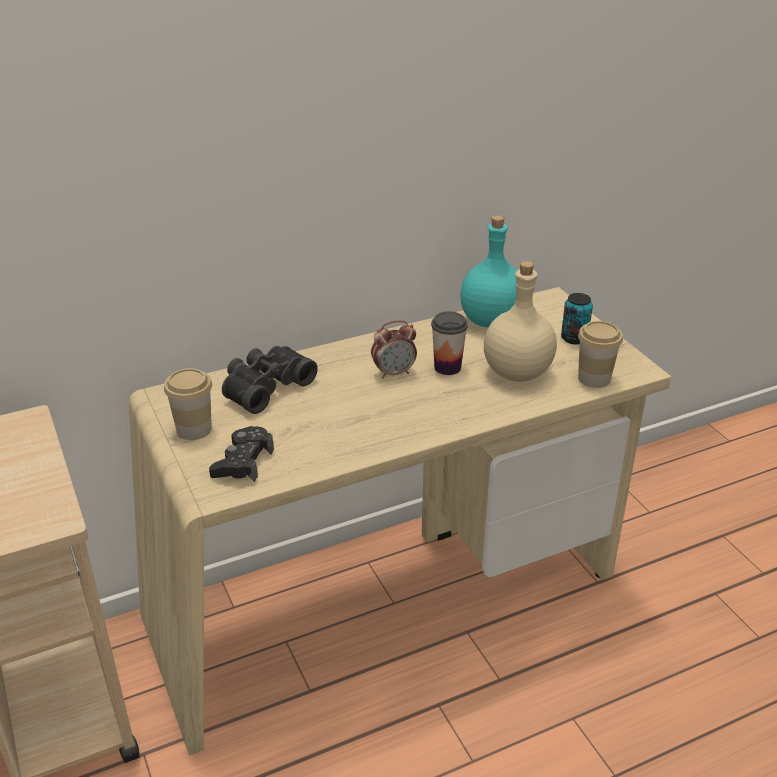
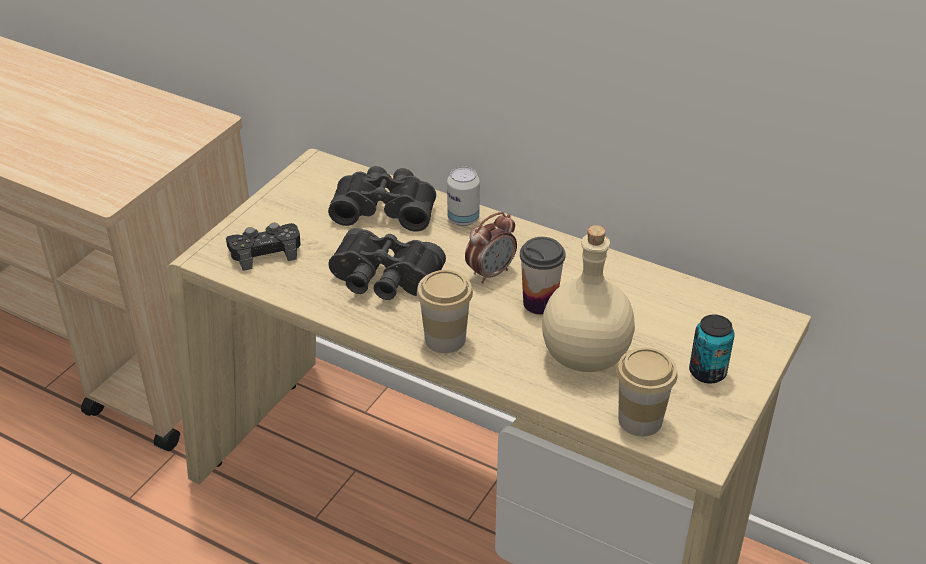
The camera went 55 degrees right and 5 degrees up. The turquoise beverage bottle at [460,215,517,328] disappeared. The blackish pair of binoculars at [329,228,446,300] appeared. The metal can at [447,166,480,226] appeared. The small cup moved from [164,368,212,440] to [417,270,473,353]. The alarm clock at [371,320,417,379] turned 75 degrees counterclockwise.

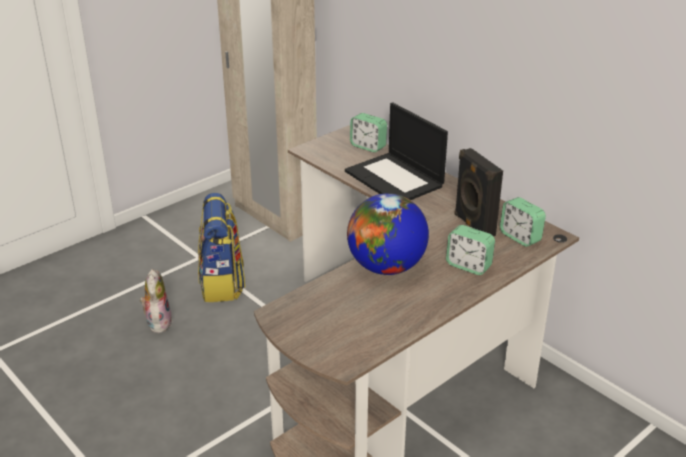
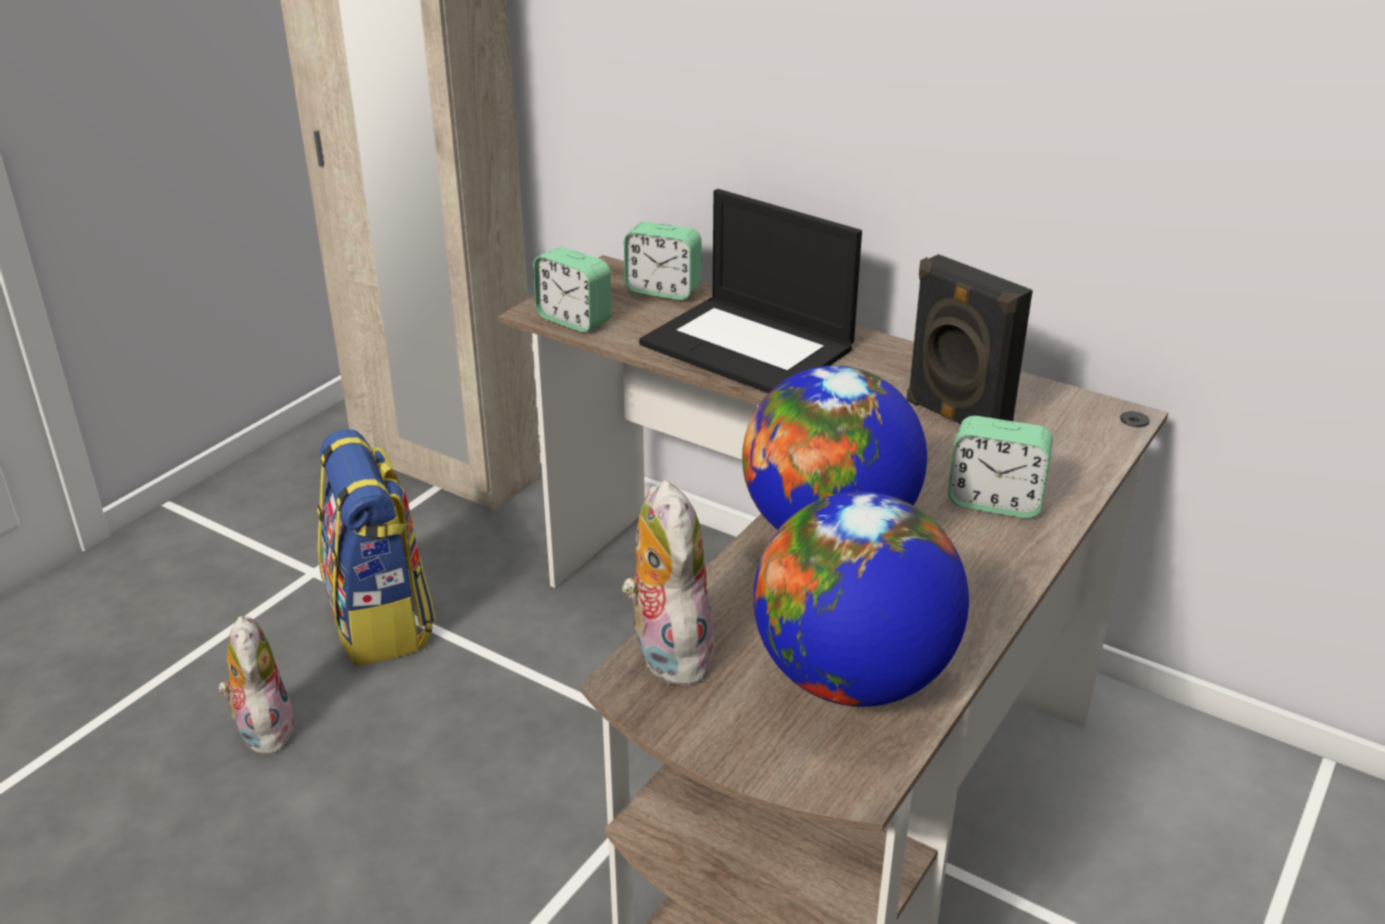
The camera went 15 degrees left and 0 degrees up. The soft toy at [621,480,715,686] appeared. The world globe at [753,492,969,707] appeared. The alarm clock moved from [500,197,546,247] to [533,247,611,333].

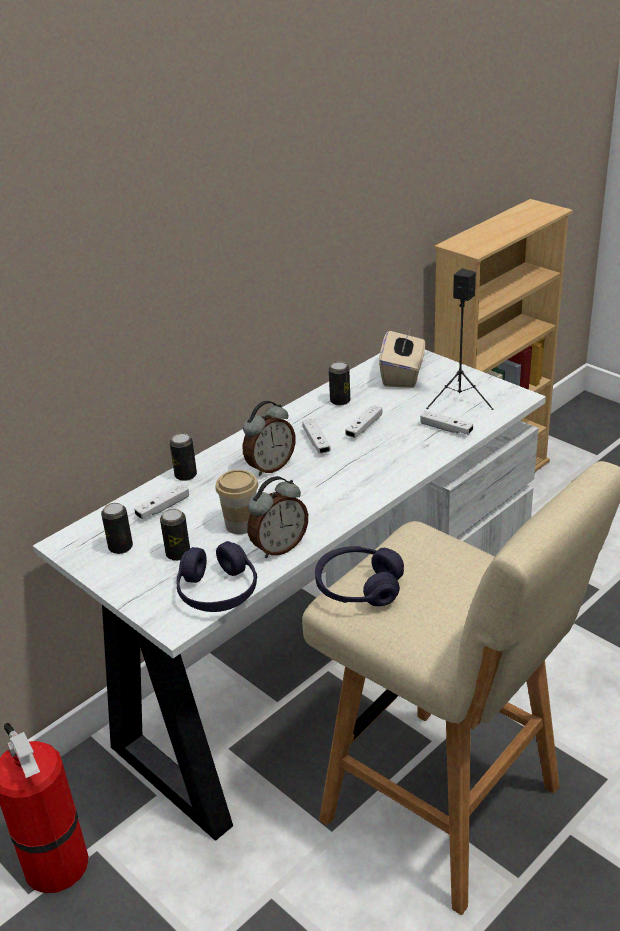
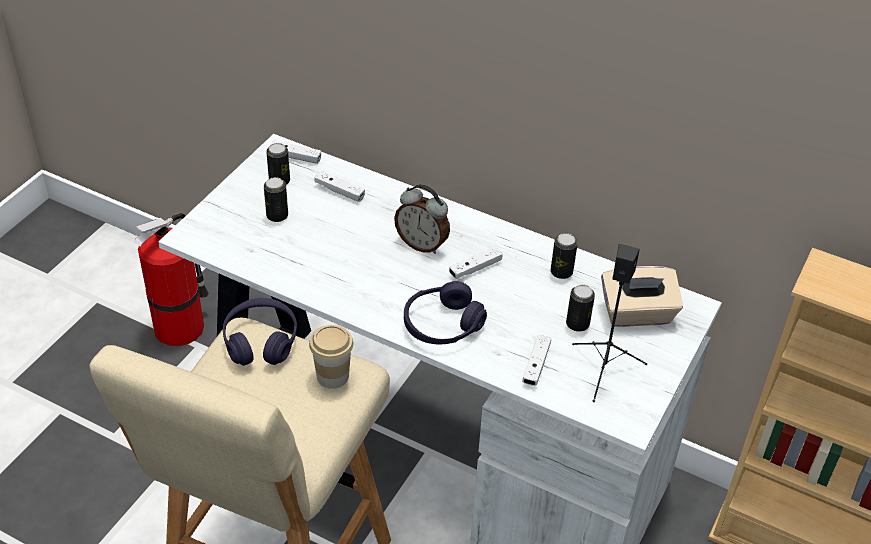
The camera went 70 degrees right and 10 degrees up. The alarm clock at [247,476,308,558] disappeared. The metal can moved from [170,433,197,481] to [566,285,595,332]. The purplish headset moved from [176,541,257,612] to [404,281,487,344]. The small cup moved from [216,469,258,534] to [309,325,353,389]. The white-coloured joypad moved from [345,405,382,438] to [271,141,321,164].

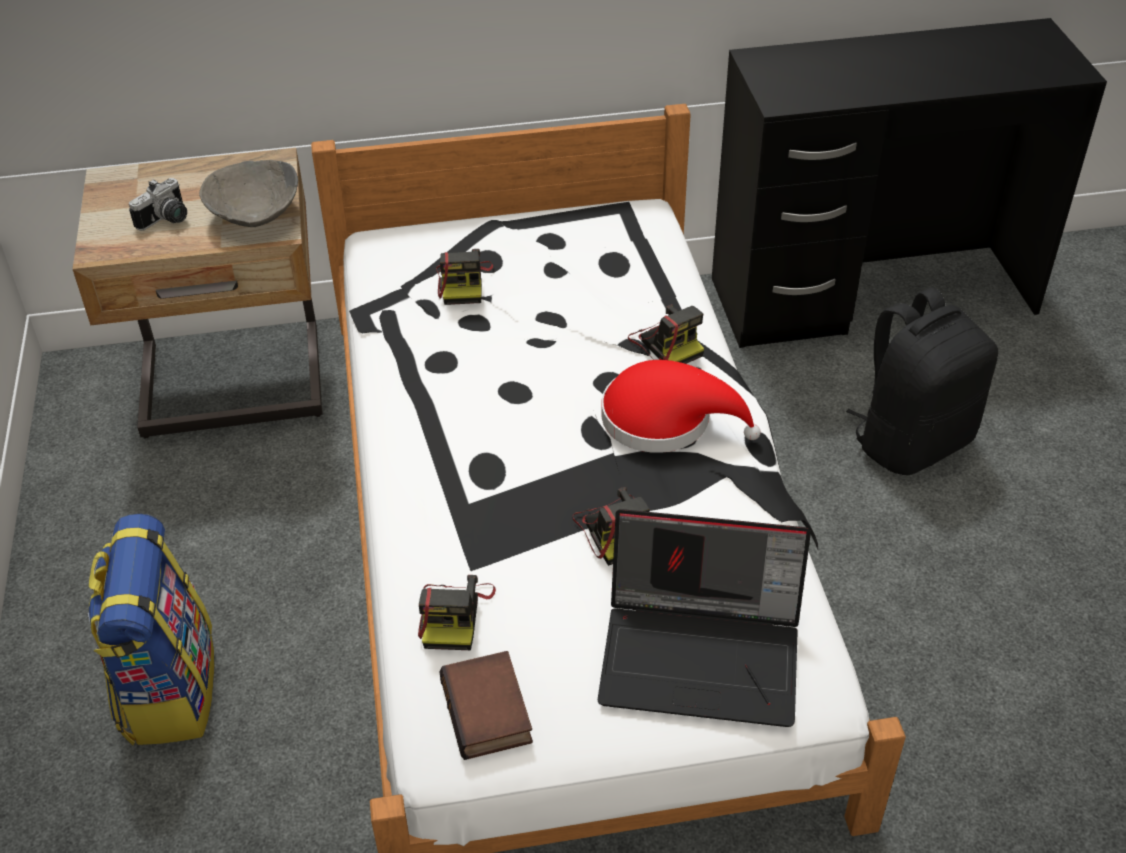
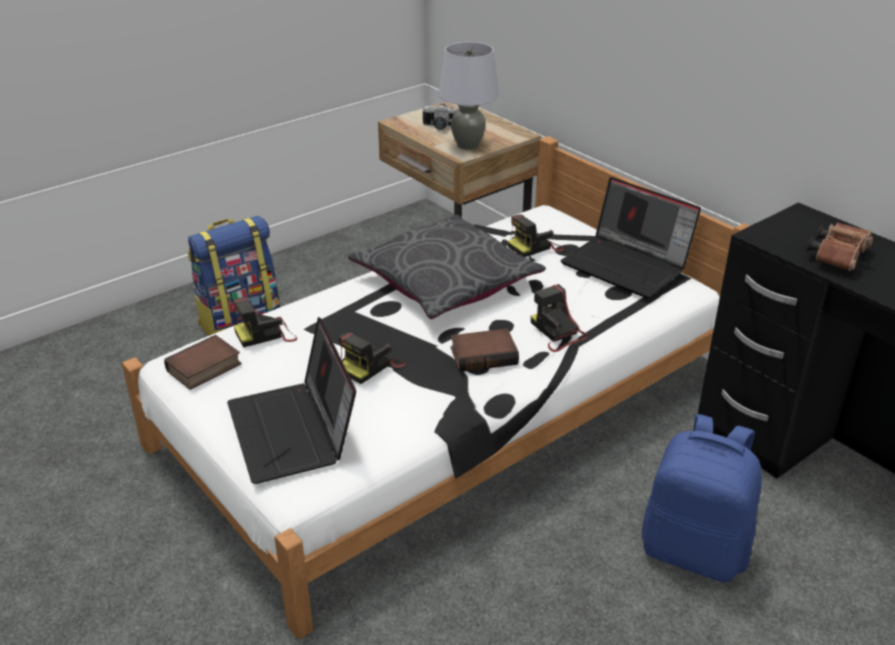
The camera went 60 degrees right and 10 degrees down. The grey throw pillow at [348,215,546,319] appeared. The notebook computer at [560,177,701,298] appeared. The brown pair of binoculars at [806,223,873,271] appeared. The grey serving bowl at [199,160,298,227] was replaced by the grey tabletop lamp at [439,42,499,150]. The red-coloured clothing hat at [602,360,761,453] was replaced by the volume at [451,329,519,372]. The blackish backpack at [846,287,998,475] became the blue backpack at [642,414,762,583]. The still camera at [628,304,704,364] turned 120 degrees clockwise.

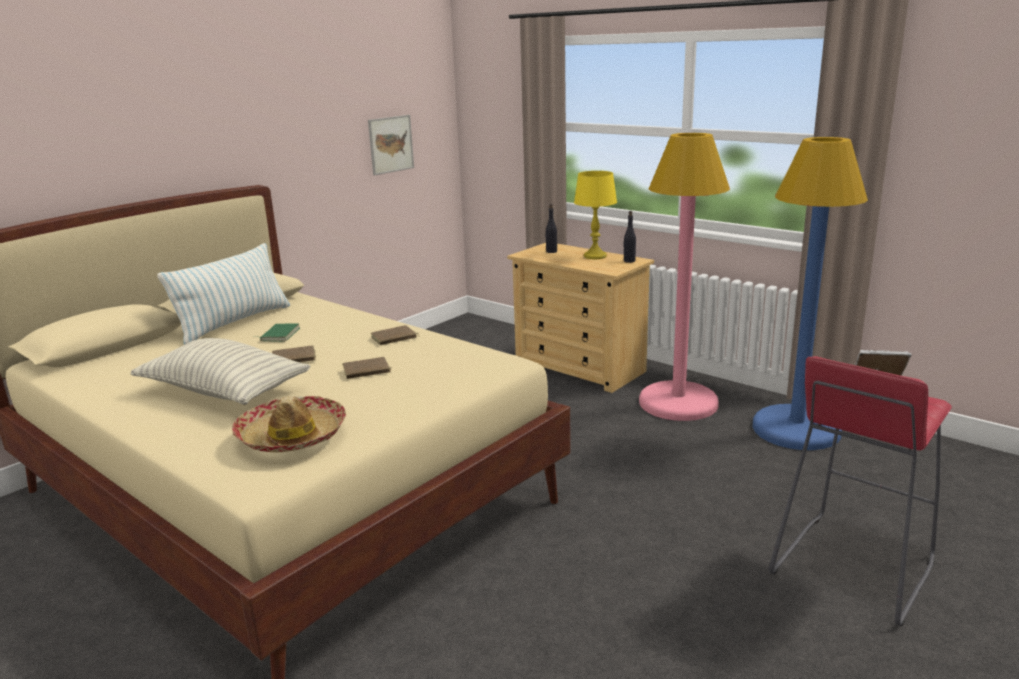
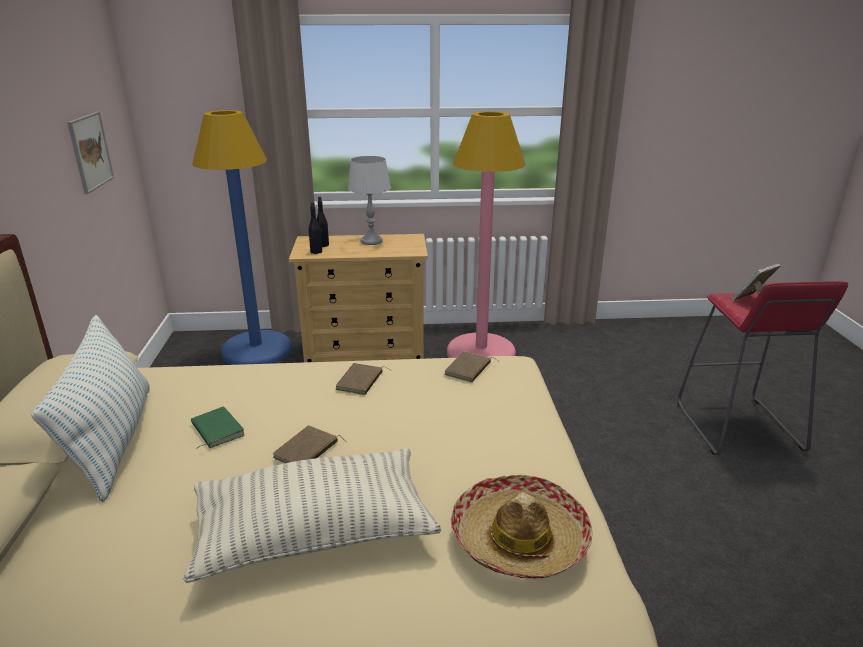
The camera went 45 degrees left and 5 degrees up. The brown volume moved from [342,357,392,379] to [444,351,500,382]. The blackish beverage bottle moved from [624,211,636,263] to [309,202,322,254]. The blue standard lamp moved from [753,137,868,450] to [192,110,292,365]. The yellow-coloured tabletop lamp at [574,171,617,259] became the grey tabletop lamp at [348,156,391,245].

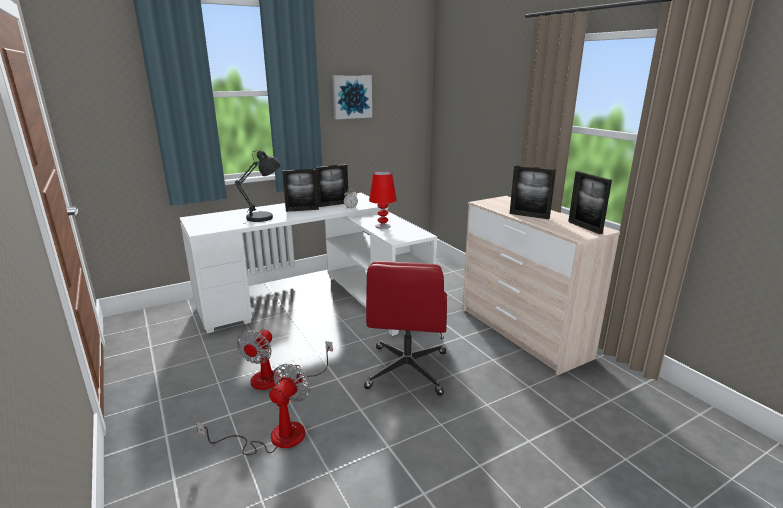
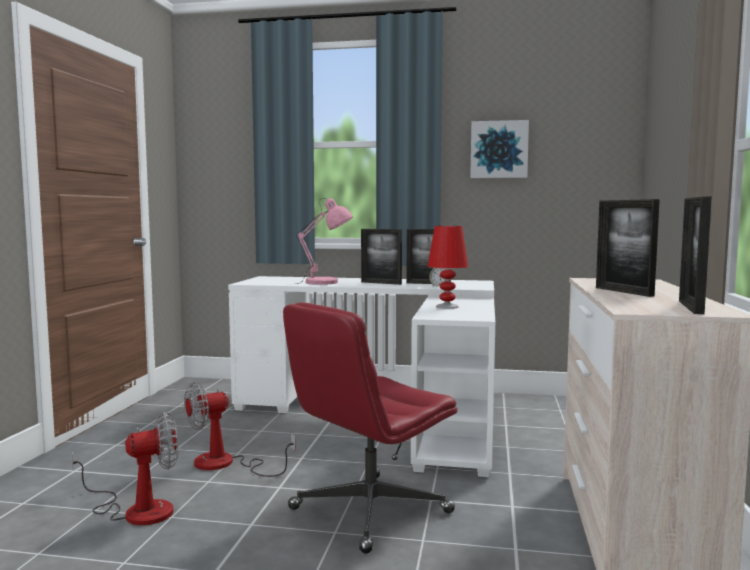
The camera went 40 degrees right and 15 degrees down. The grey tabletop lamp at [234,150,281,223] became the pink tabletop lamp at [297,198,353,285].

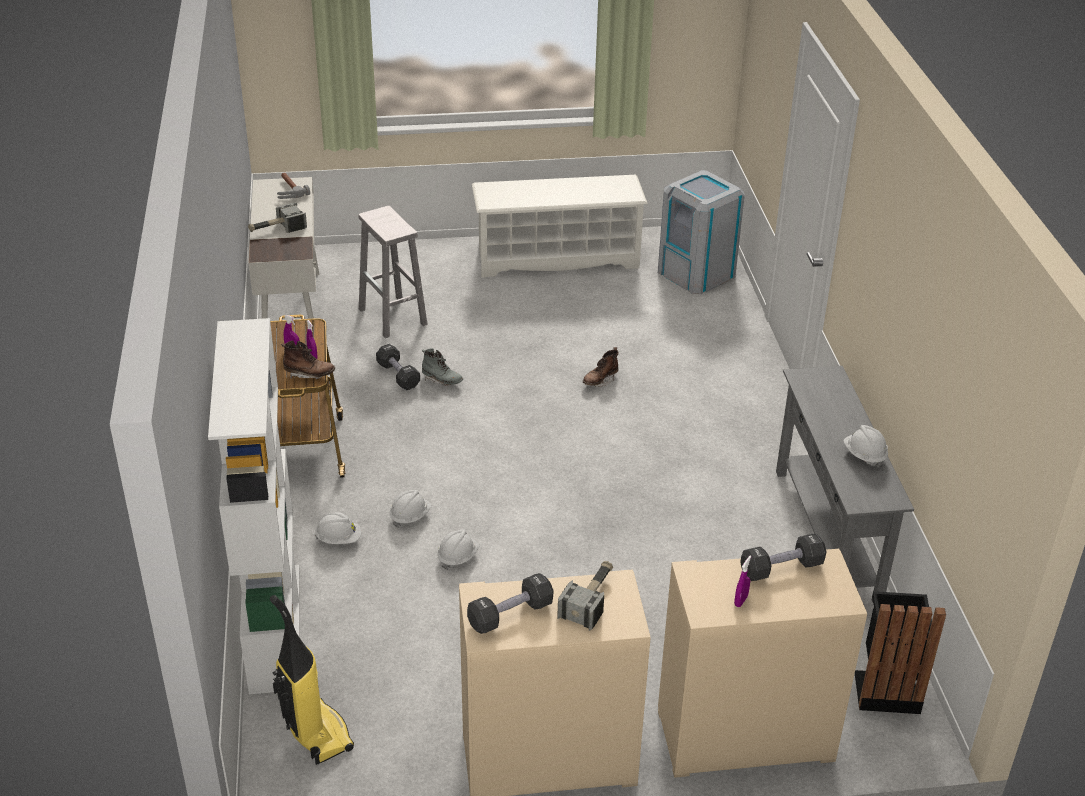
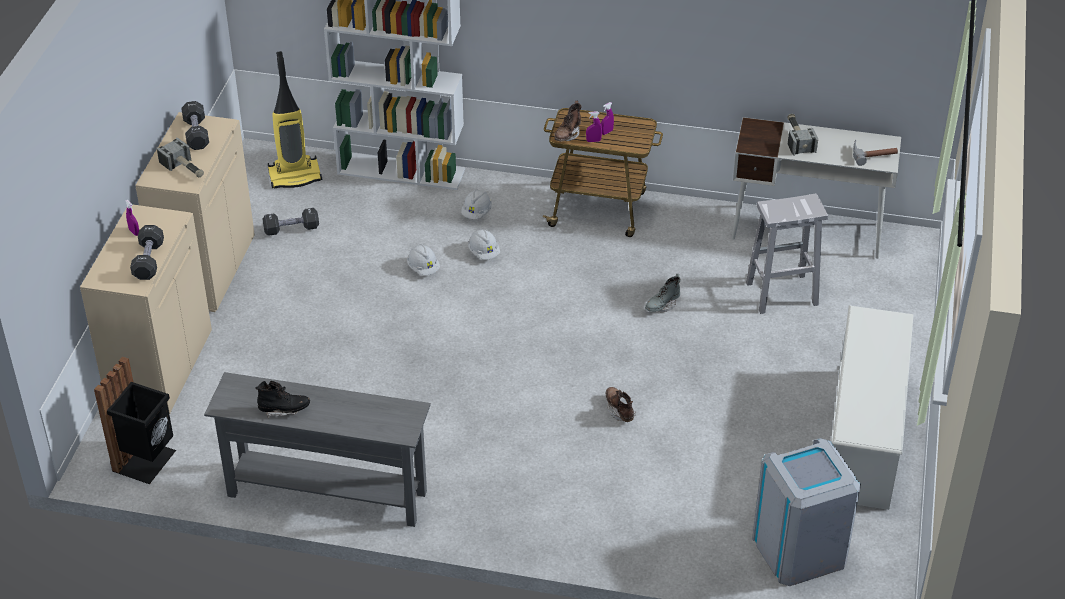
The camera went 110 degrees right and 5 degrees up. The blackish hand weight moved from [376,344,420,390] to [262,208,319,236]. The white-coloured work helmet at [843,425,888,468] was replaced by the blackish tall boot at [255,381,310,418].

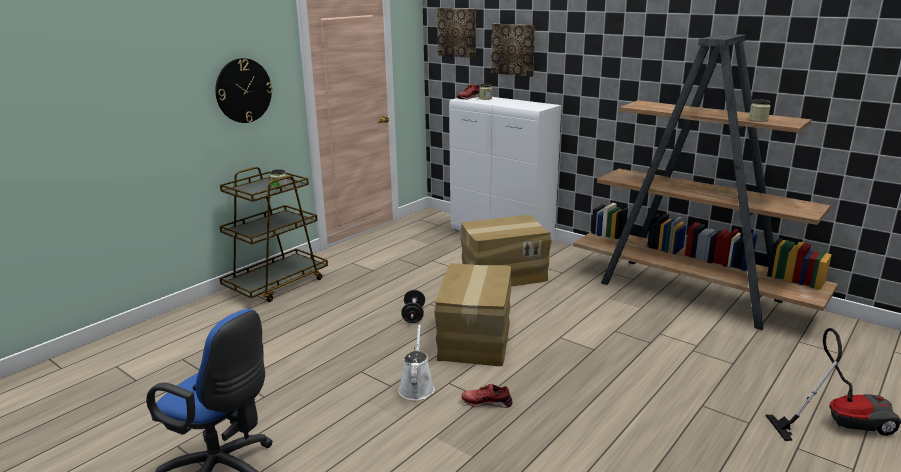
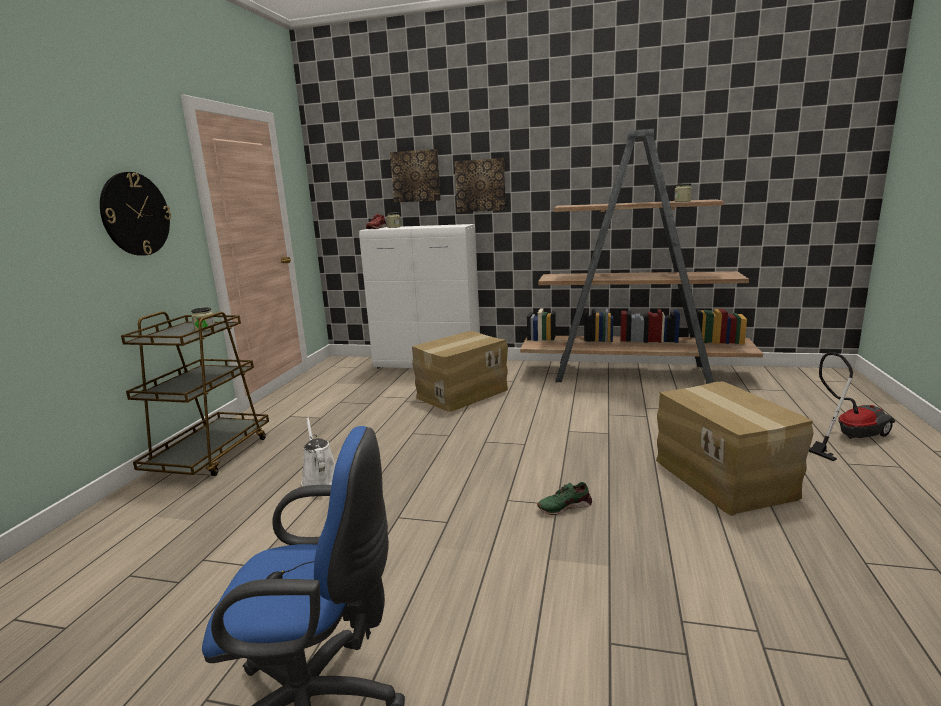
The camera went 25 degrees left and 5 degrees down. The blackish hand weight at [401,290,425,323] disappeared. The white-coloured sprinkling can moved from [398,324,435,401] to [301,417,336,487]. The cardboard box moved from [434,263,511,366] to [656,382,814,516]. The wall picture moved from [437,8,476,58] to [454,158,506,212]. The red-coloured low shoe at [461,384,512,408] became the greenish low shoe at [537,482,592,515].

